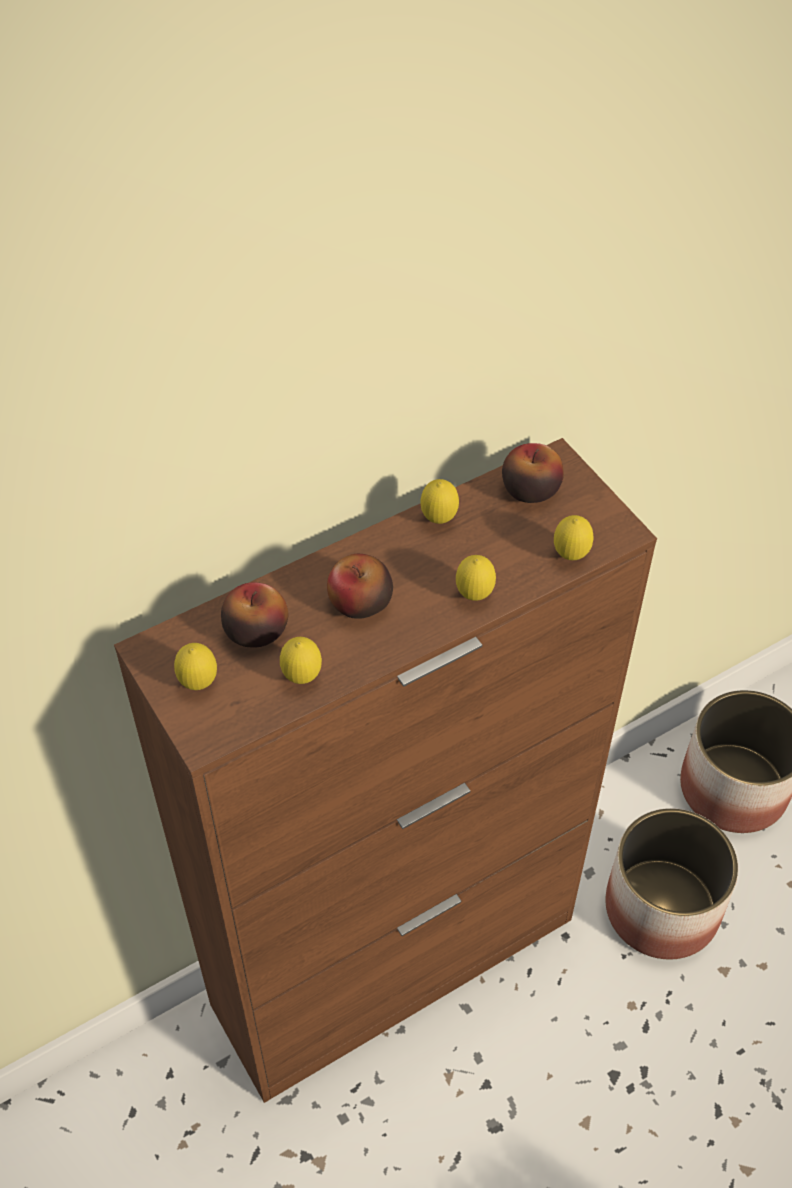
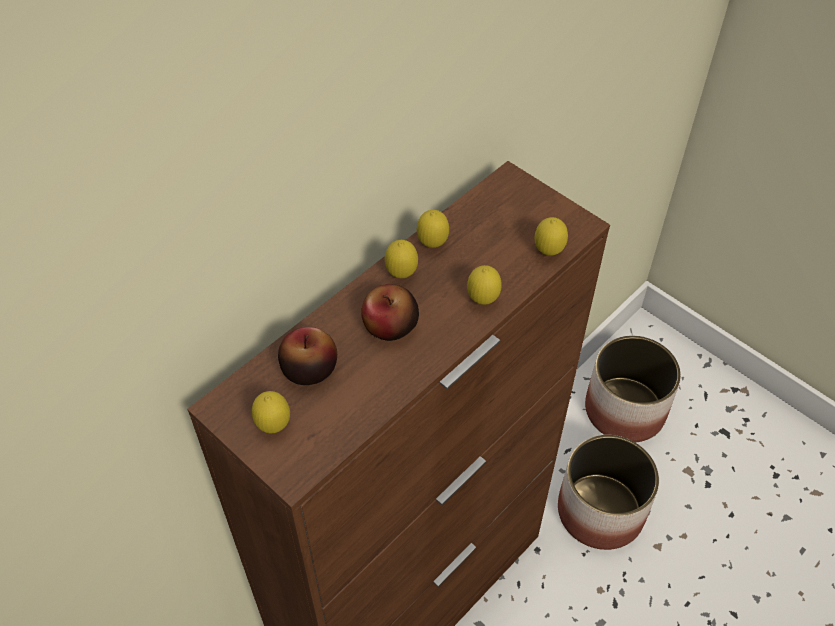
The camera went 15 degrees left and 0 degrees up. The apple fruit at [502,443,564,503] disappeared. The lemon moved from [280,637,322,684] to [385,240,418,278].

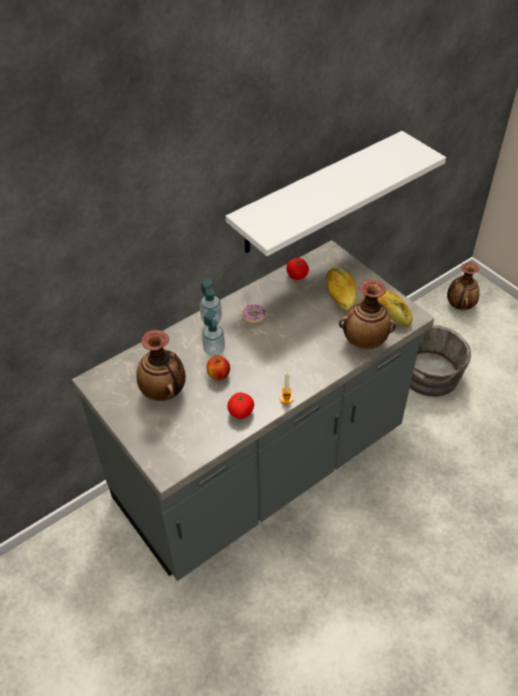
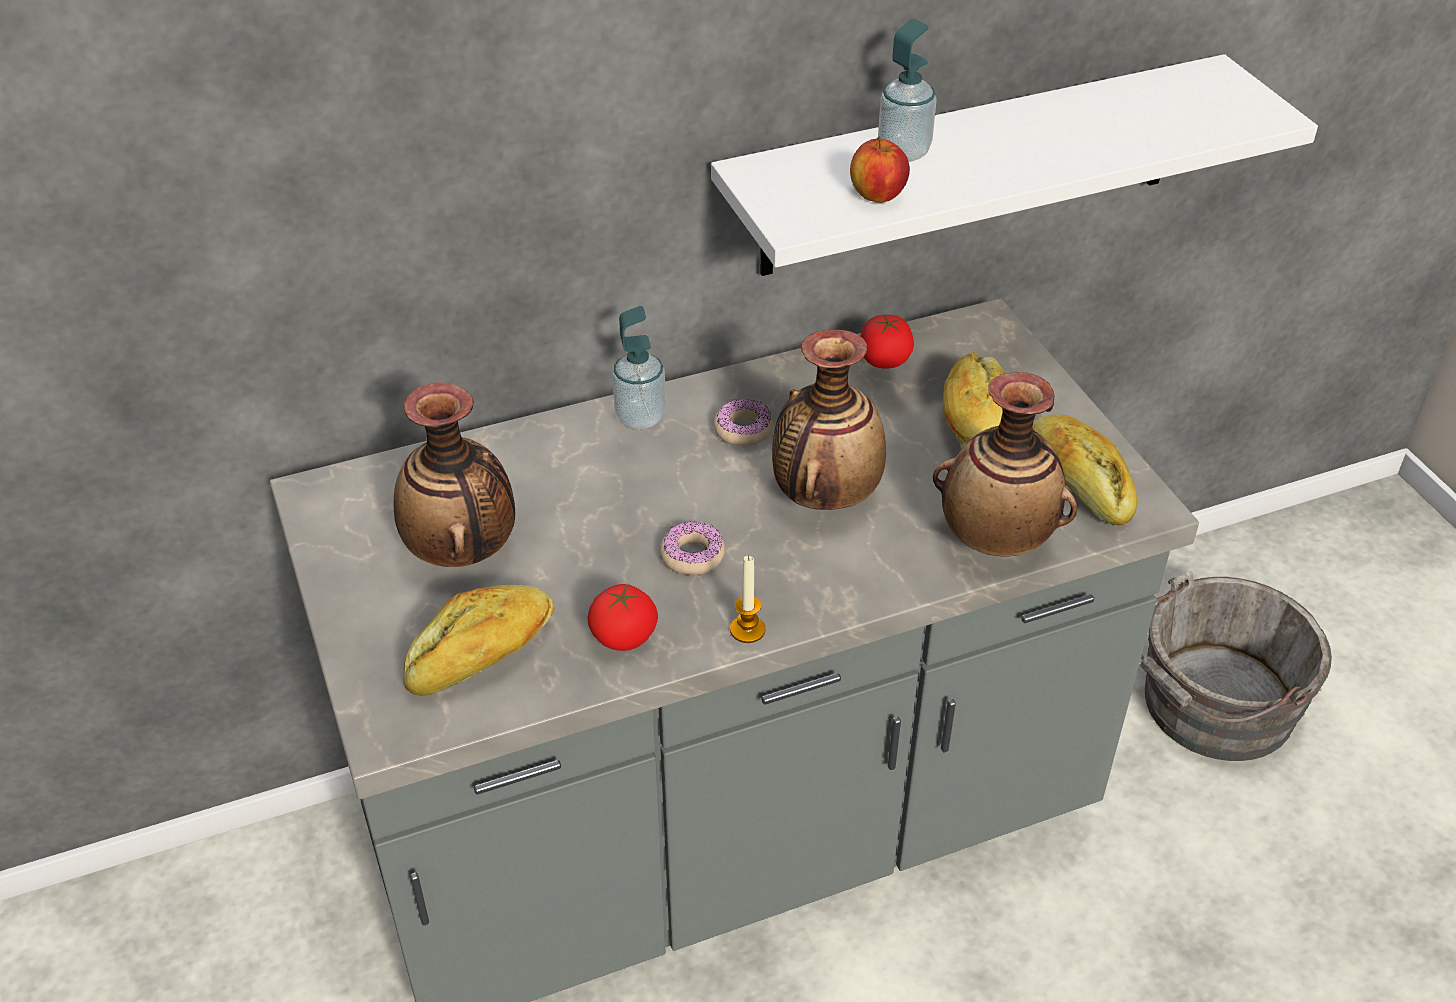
The camera went 15 degrees right and 5 degrees down. The bread at [403,585,554,696] appeared. The doughnut at [660,522,725,575] appeared. The liquid soap bottle moved from [202,309,225,357] to [878,19,937,162]. The apple fruit moved from [207,356,230,380] to [850,136,910,203]. The vase moved from [447,263,480,310] to [772,329,886,510].

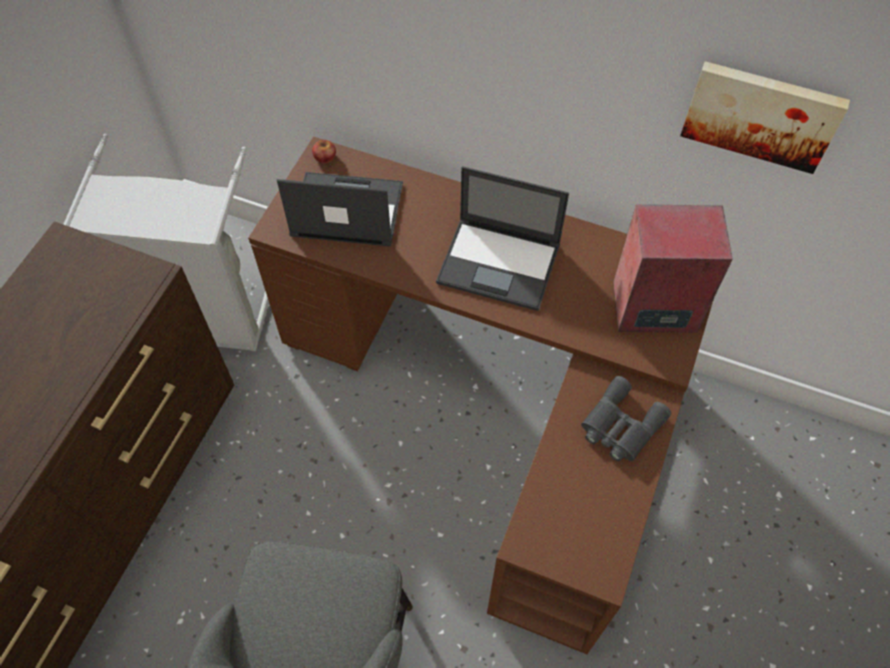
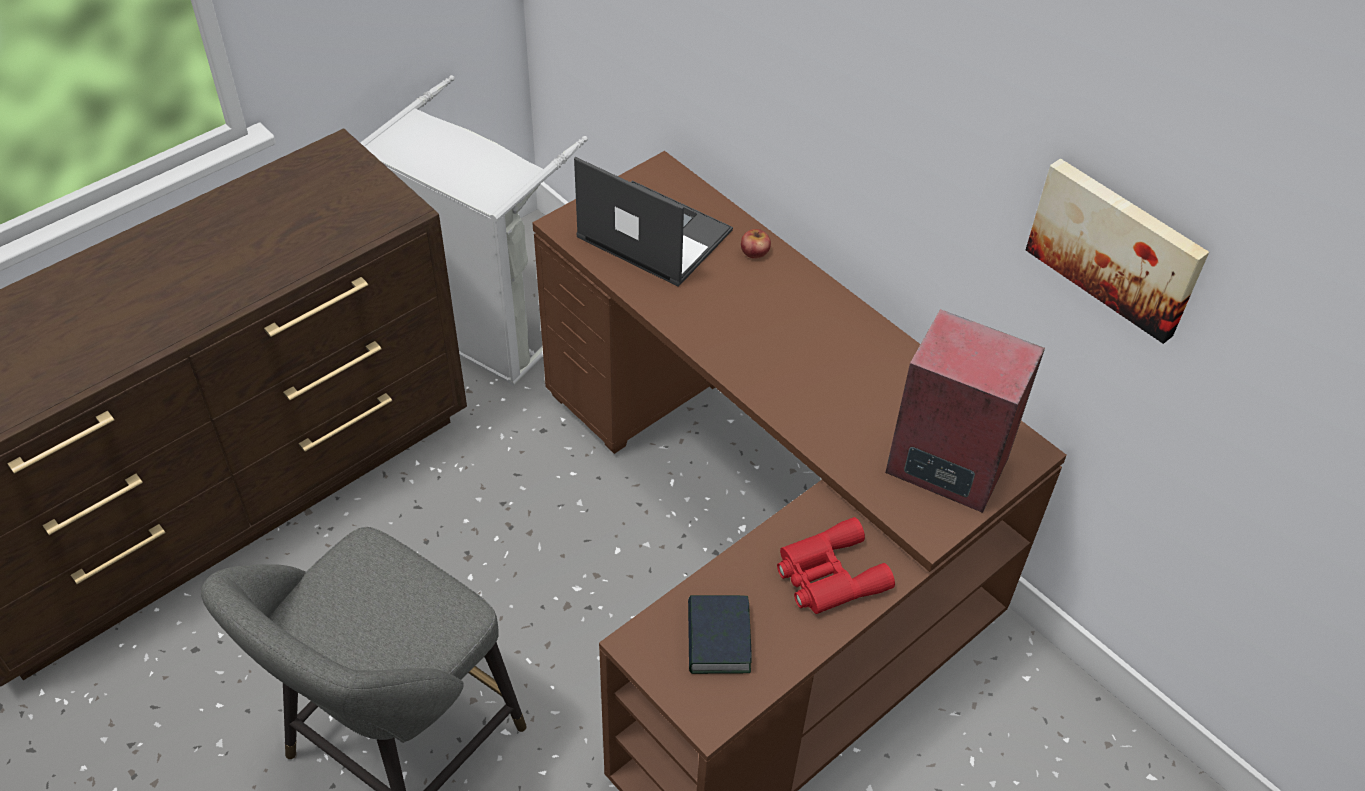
The camera went 25 degrees right and 10 degrees down. The notebook computer at [436,166,569,311] disappeared. The volume at [688,595,752,674] appeared. The apple fruit moved from [312,140,336,163] to [741,229,771,259]. The grey pair of binoculars at [581,376,671,462] became the red-coloured pair of binoculars at [777,517,895,614].

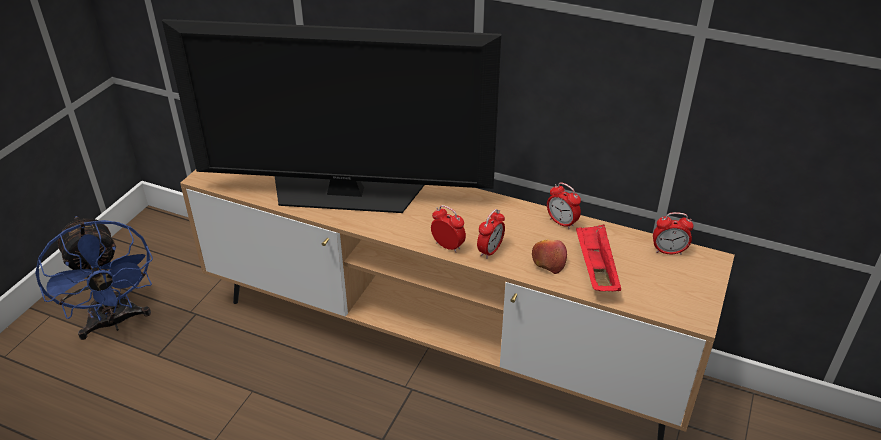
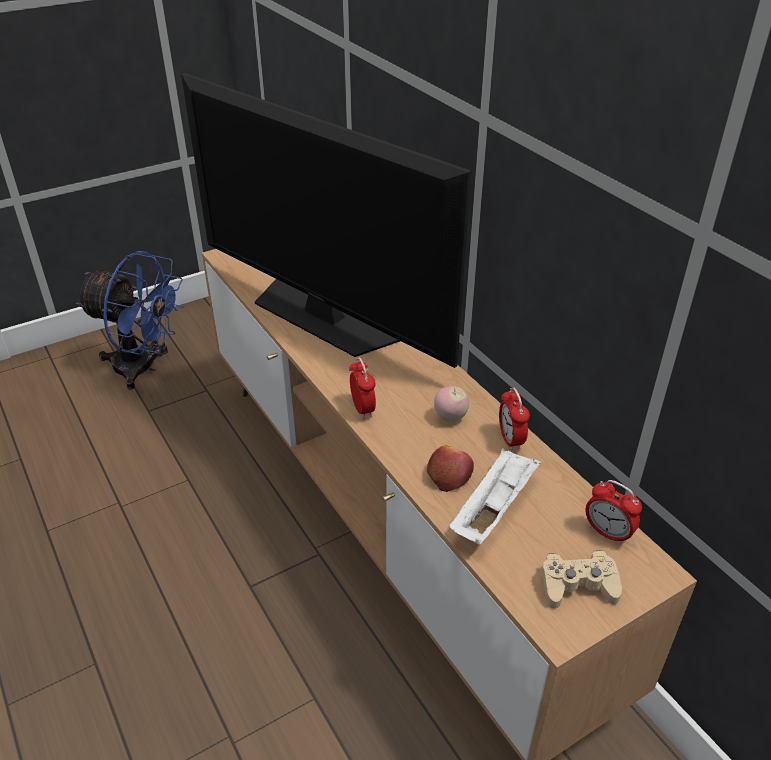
The camera went 35 degrees right and 0 degrees up. The alarm clock at [477,209,505,259] disappeared. The apple fruit at [434,386,469,422] appeared. The beige joypad at [542,550,622,609] appeared. The red-coloured tray at [576,225,621,291] became the white-coloured tray at [449,449,541,545]. The blue electric fan at [35,216,153,340] turned 75 degrees counterclockwise.

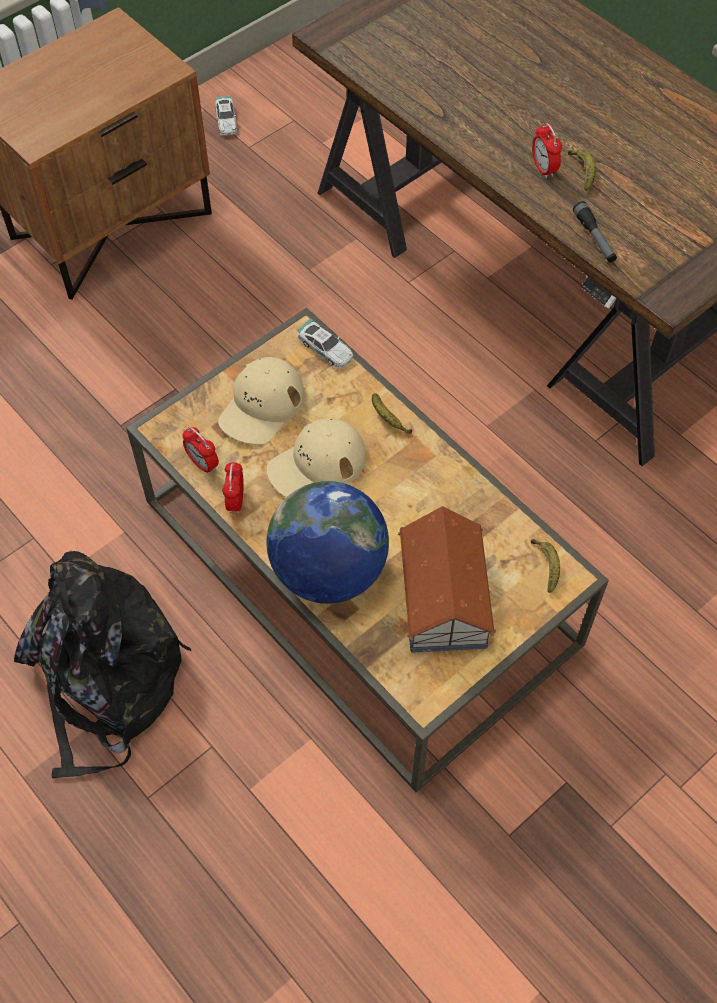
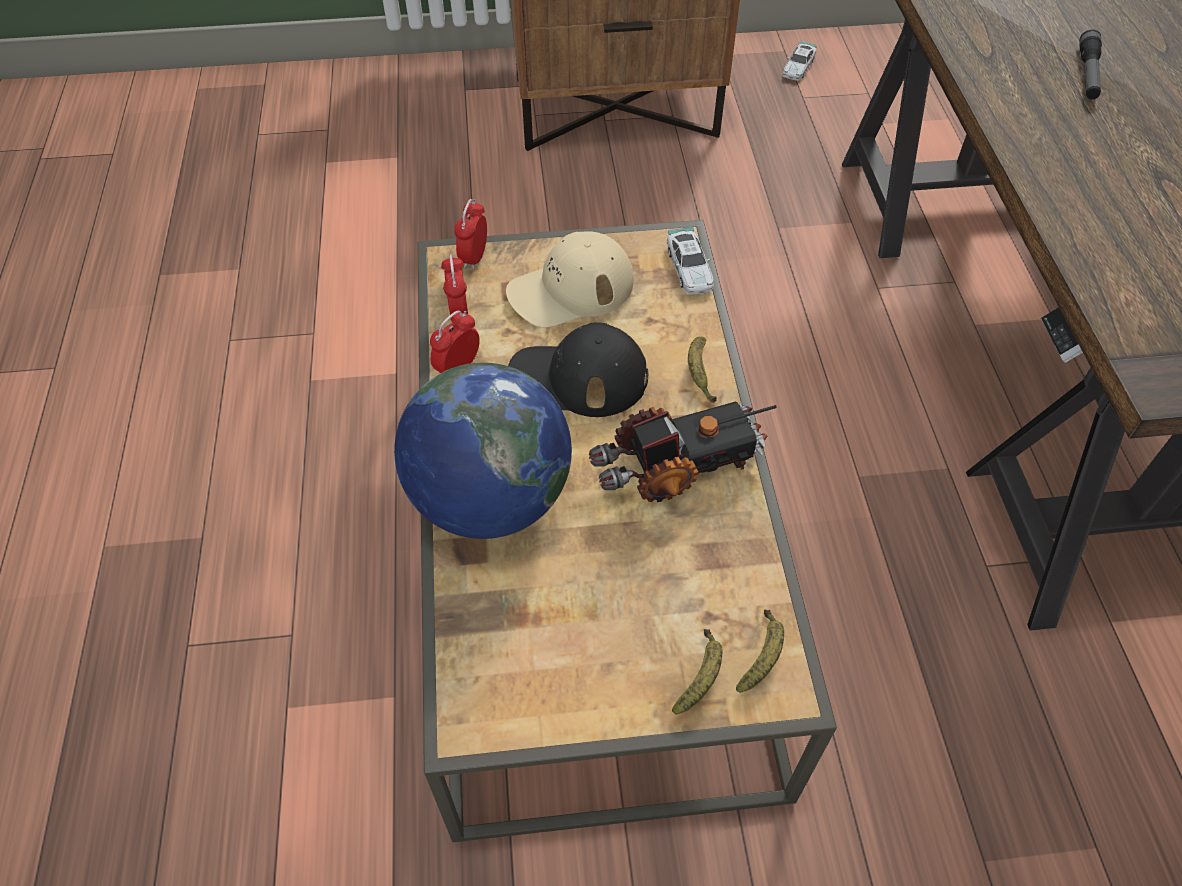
The camera went 35 degrees right and 5 degrees down. The blackish backpack at [14,551,191,779] disappeared. The toy house at [398,506,496,653] disappeared. The model truck at [589,402,777,502] appeared. The alarm clock moved from [532,123,562,179] to [454,199,487,270]. The whole banana moved from [568,150,596,191] to [672,629,722,714]. The torch moved from [573,201,617,263] to [1079,30,1102,100]. The beige peaked cap at [267,418,366,497] became the blackish peaked cap at [508,322,648,417].

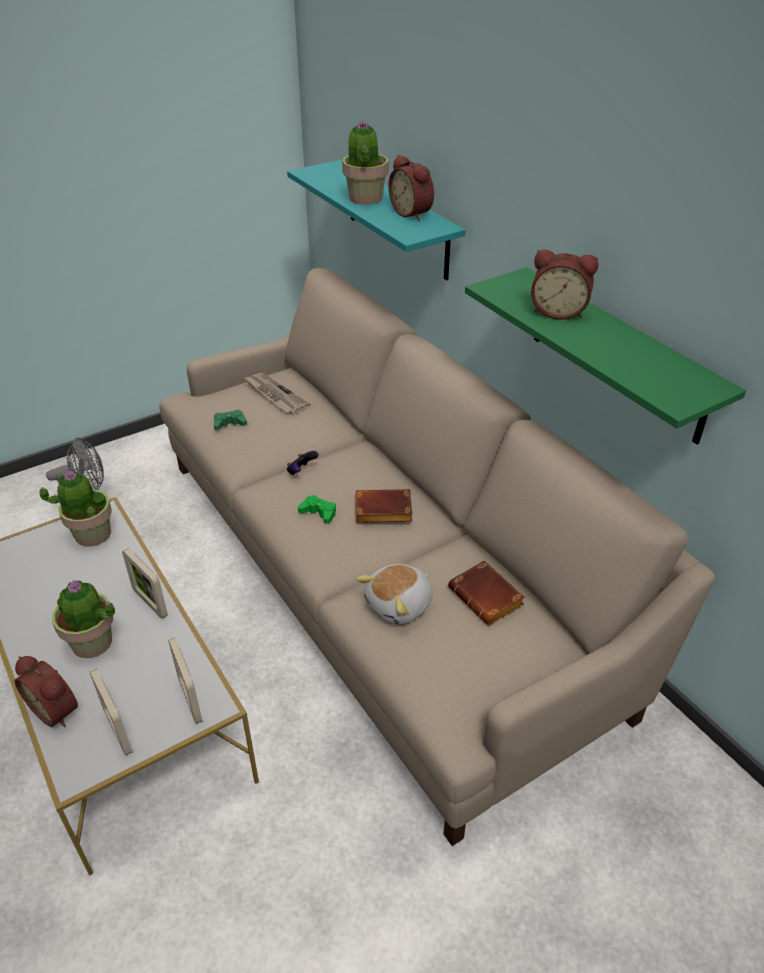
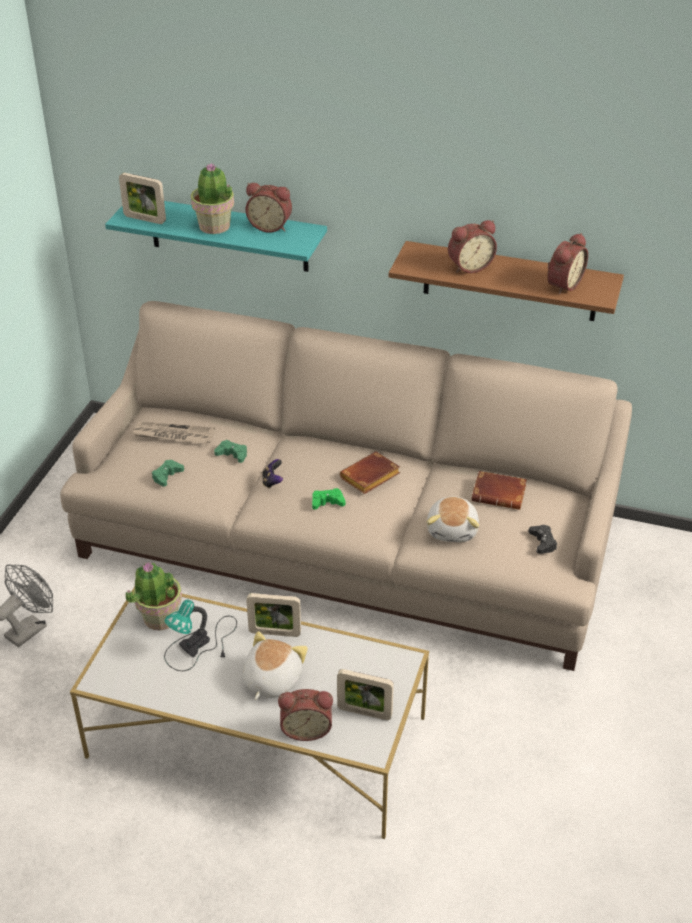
The camera went 40 degrees left and 0 degrees up. The tabletop lamp at [164,599,237,671] appeared. The greenish joypad at [214,440,247,463] appeared. The blackish joypad at [529,525,557,554] appeared. The alarm clock at [547,233,588,295] appeared. The picture frame moved from [168,637,203,724] to [119,173,166,224]. The plant in a pot at [52,580,116,658] was replaced by the soft toy at [243,631,308,700]. The greenish bracket shelf at [465,267,746,445] became the brown bracket shelf at [389,241,624,321].

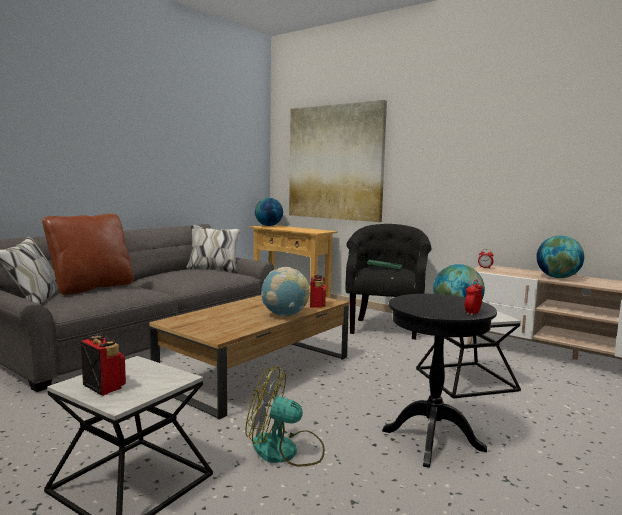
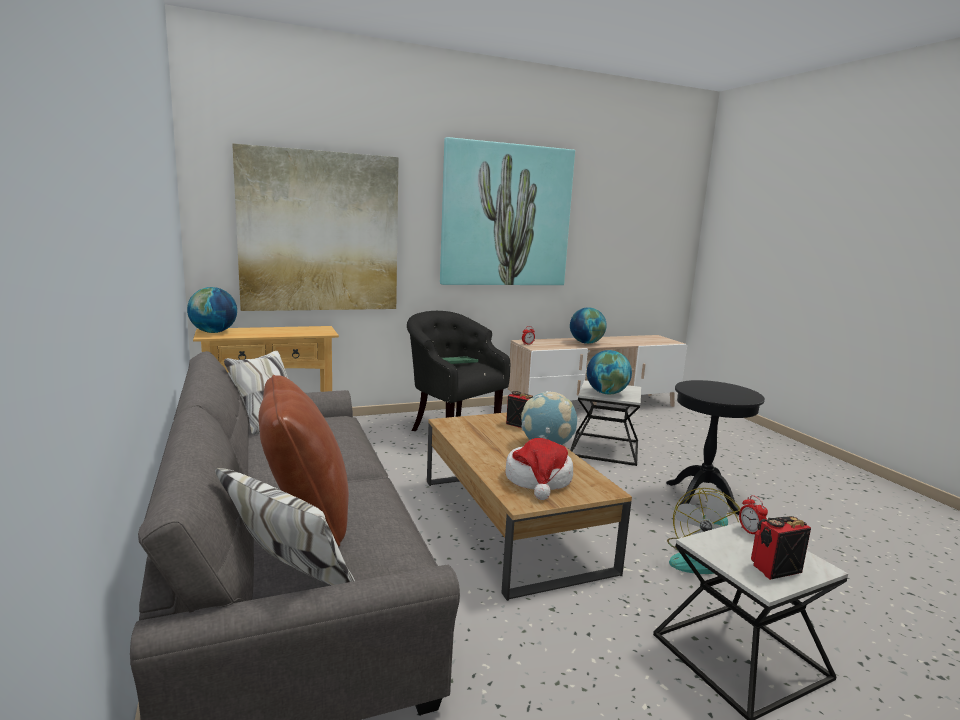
The camera went 60 degrees left and 5 degrees up. The wall picture at [440,137,575,285] appeared. The clothing hat at [505,438,573,500] appeared. The alarm clock moved from [465,279,483,316] to [739,495,768,534].

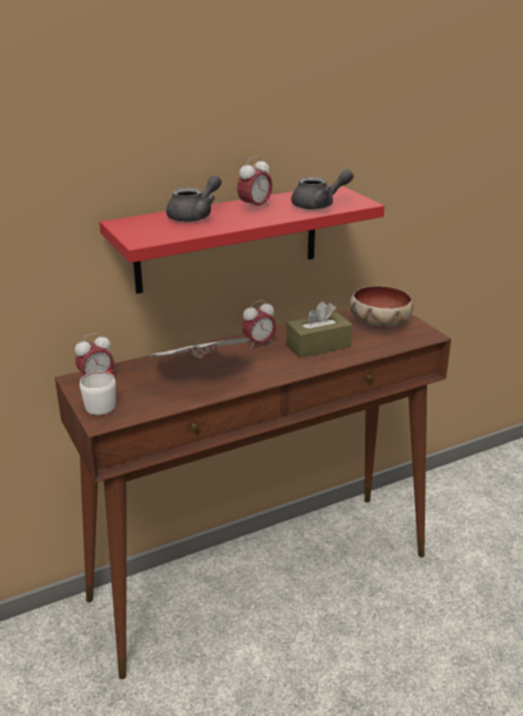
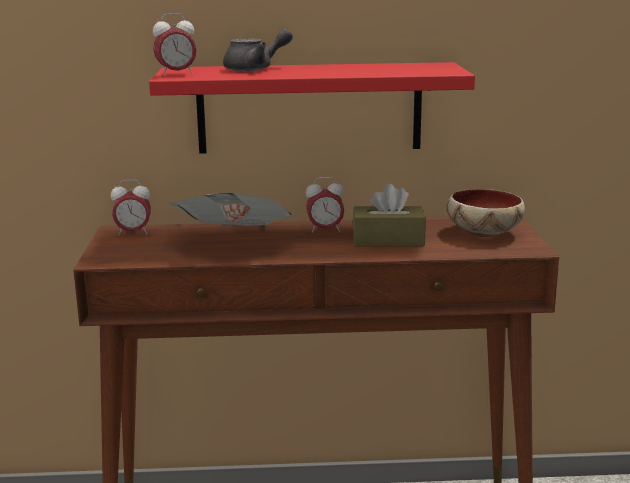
The camera went 25 degrees right and 10 degrees down. The white-coloured tea mug at [80,370,116,415] disappeared. The grey tea pot at [291,169,354,210] disappeared. The alarm clock moved from [237,156,273,212] to [153,13,197,76].

